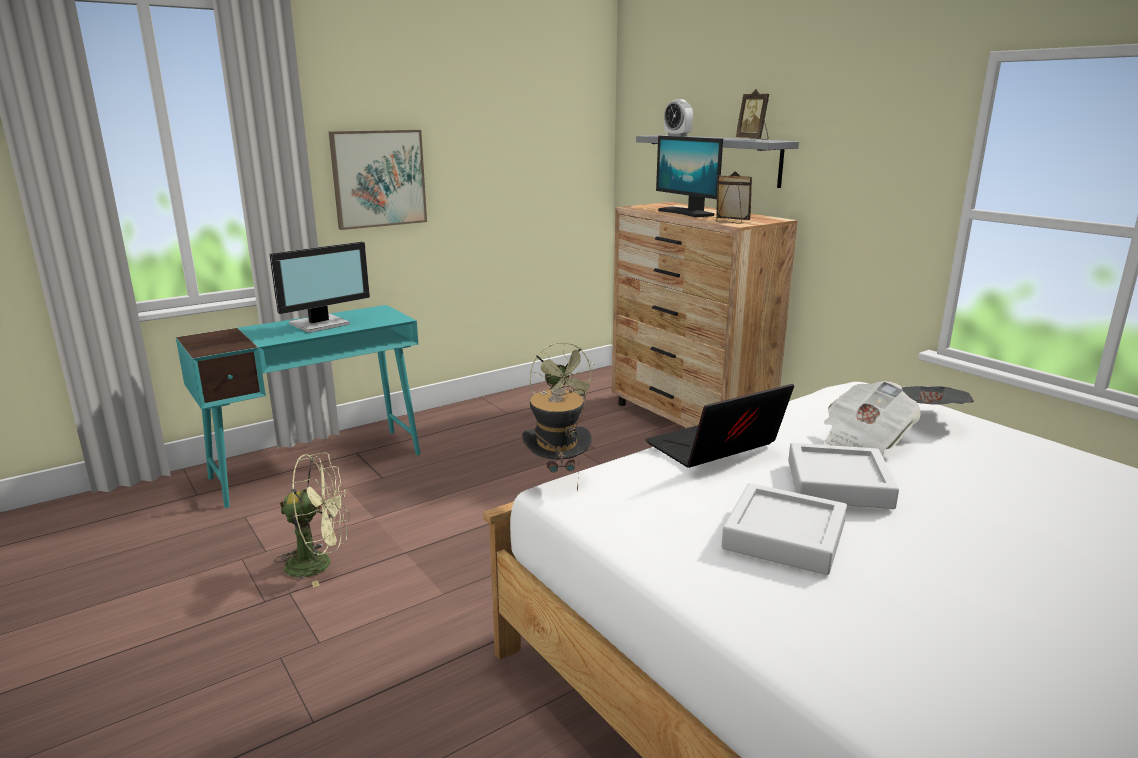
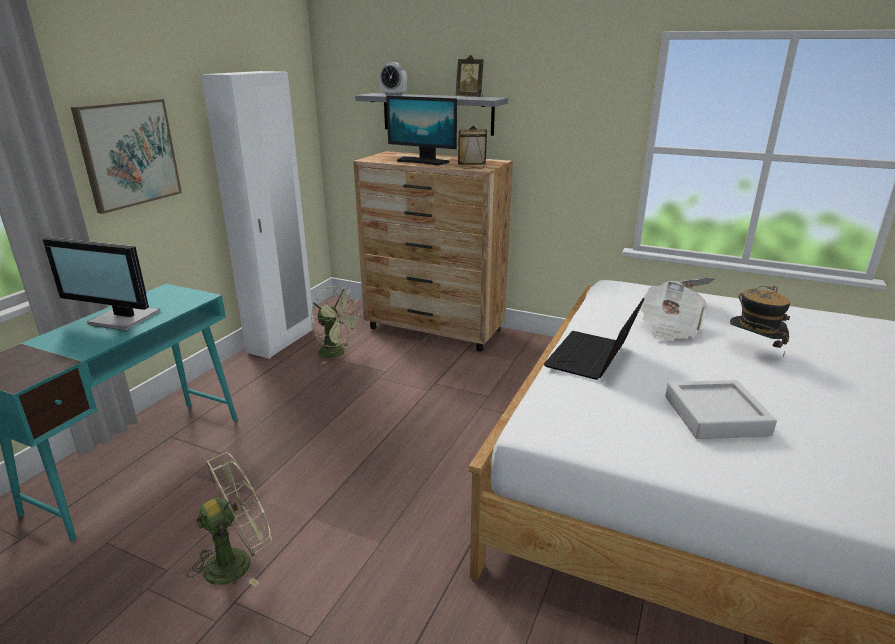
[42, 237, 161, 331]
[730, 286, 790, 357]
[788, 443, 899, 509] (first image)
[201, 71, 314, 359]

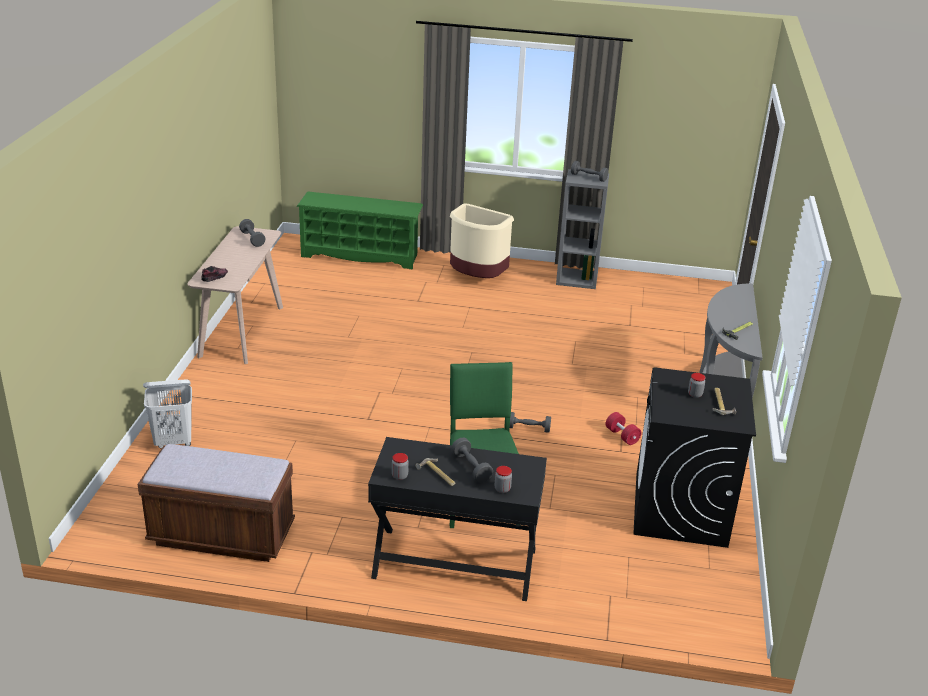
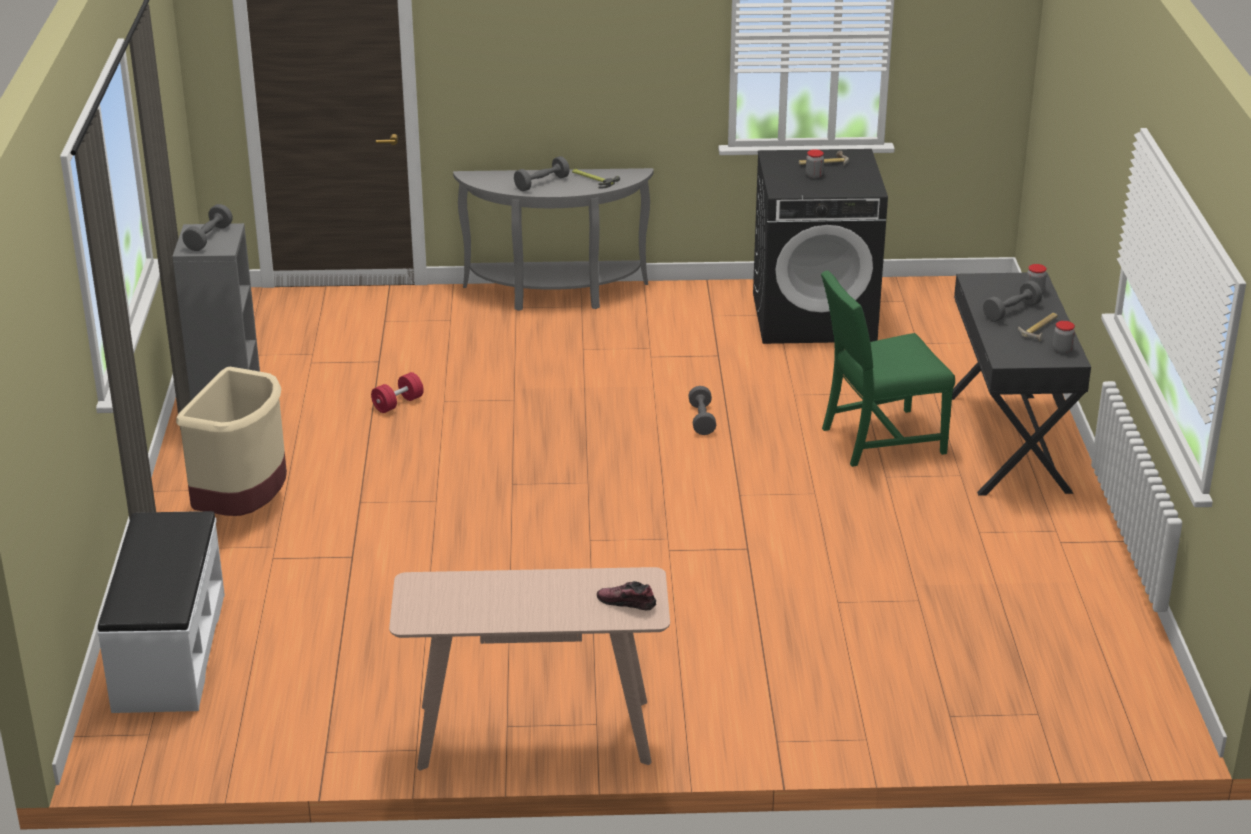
[97, 511, 225, 713]
[514, 156, 570, 191]
[143, 380, 192, 449] (first image)
[371, 372, 424, 413]
[138, 444, 295, 562] (first image)

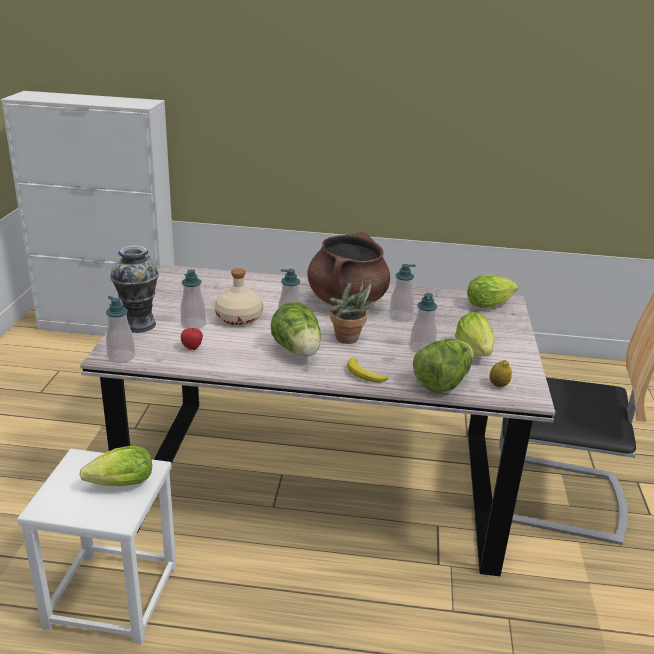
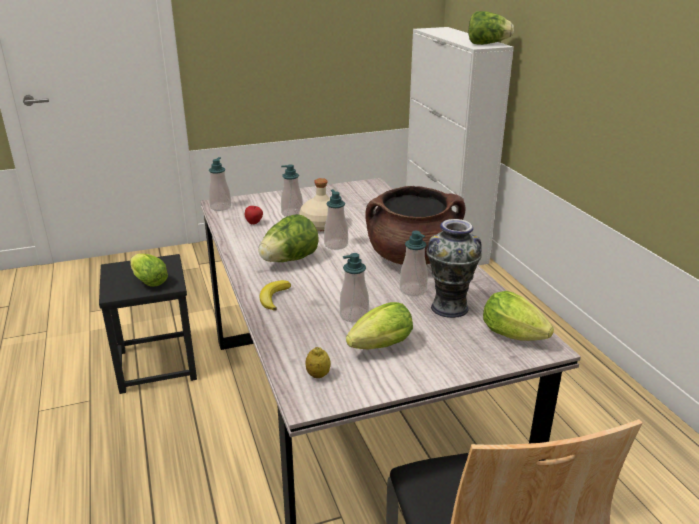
[426, 219, 482, 318]
[330, 280, 376, 344] (first image)
[469, 11, 514, 45]
[99, 254, 197, 394]

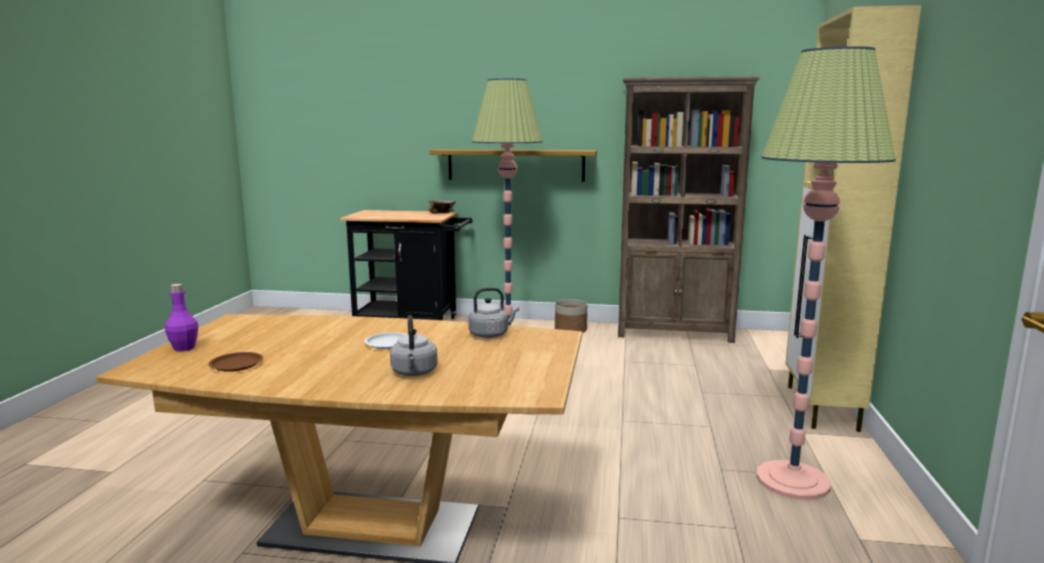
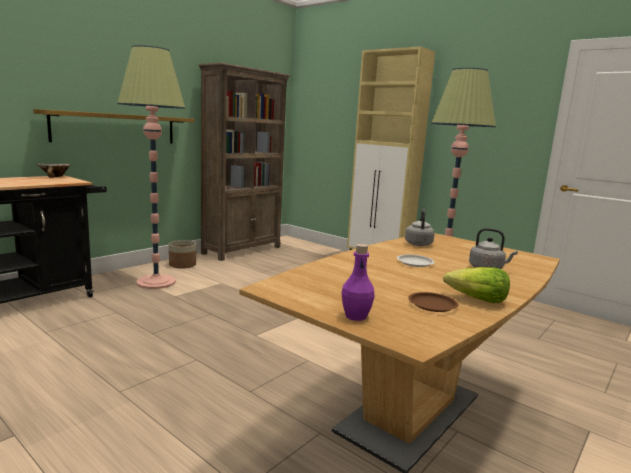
[443, 267, 510, 303]

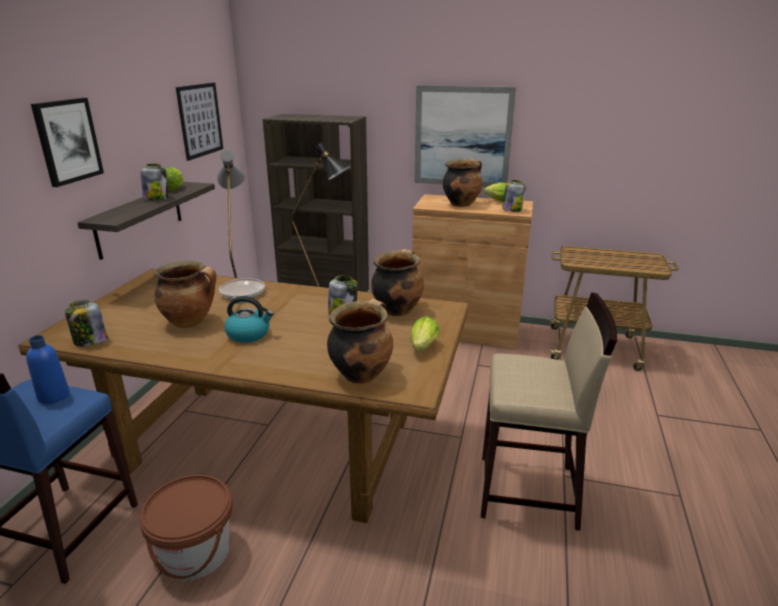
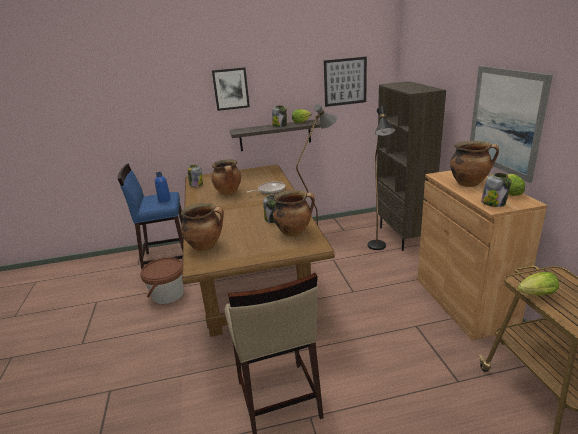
[224, 296, 274, 343] (first image)
[517, 272, 559, 295]

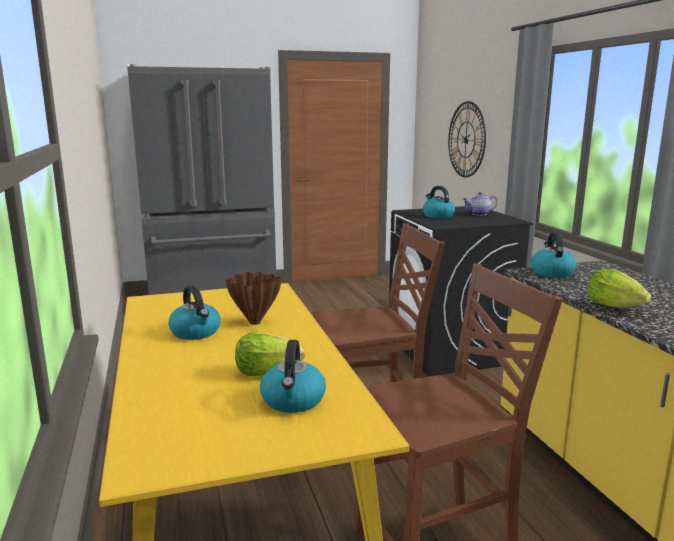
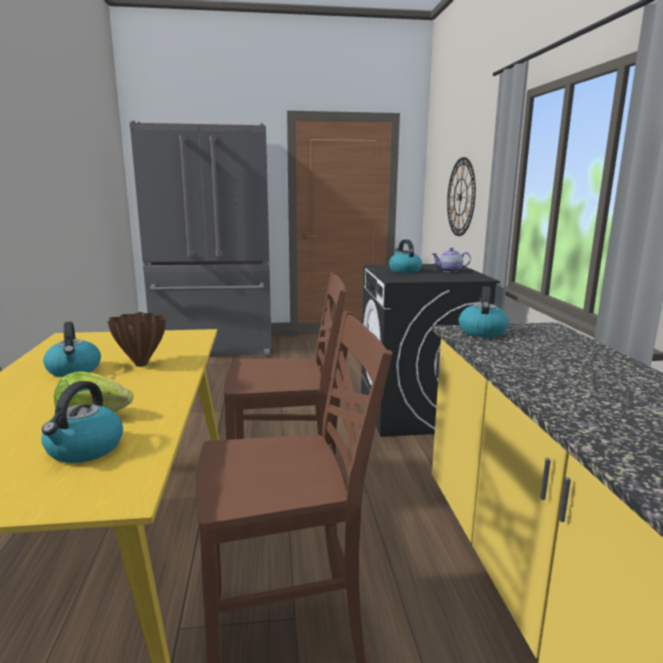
[587, 269, 651, 308] (first image)

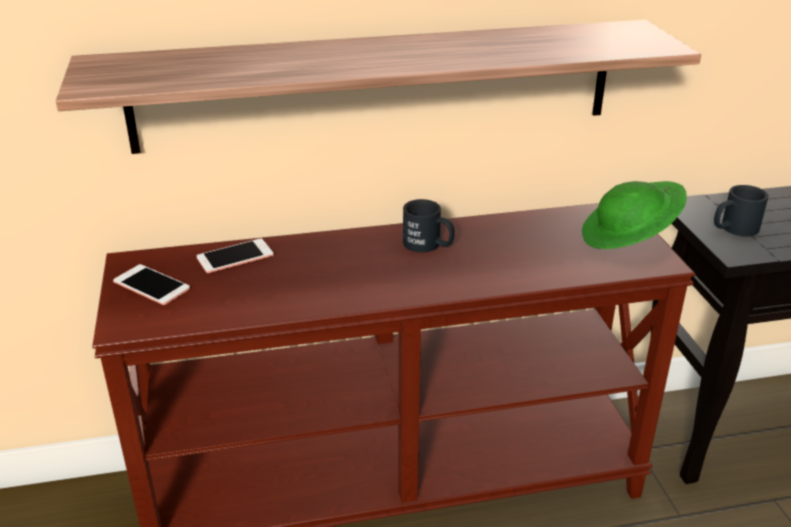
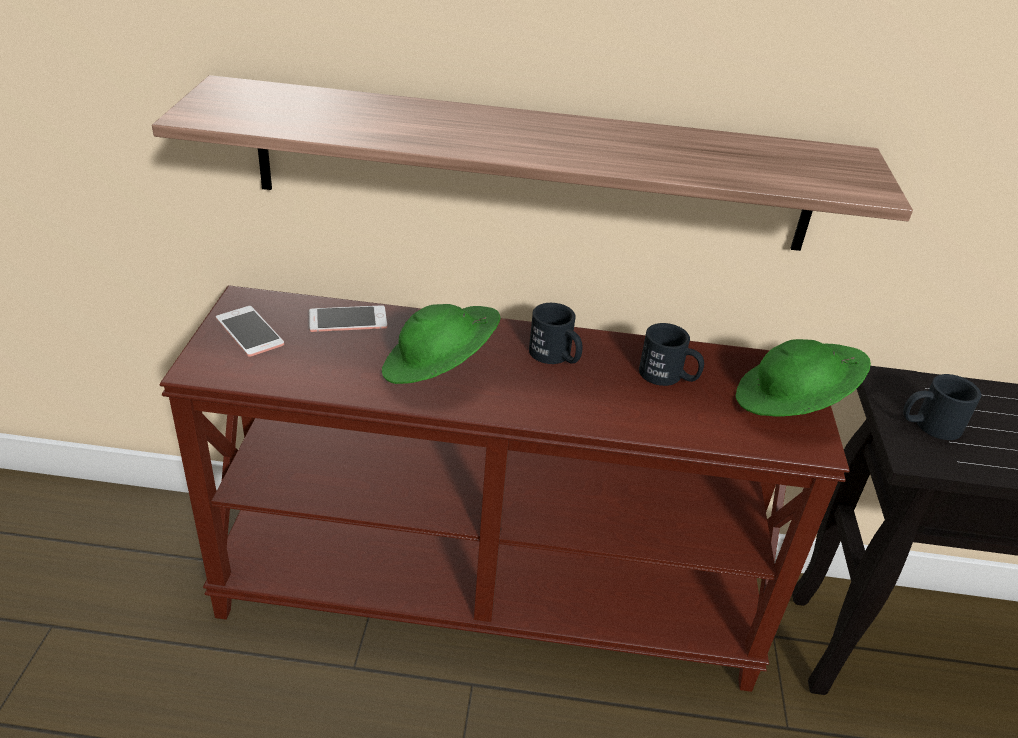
[382, 304, 501, 384]
[639, 323, 704, 386]

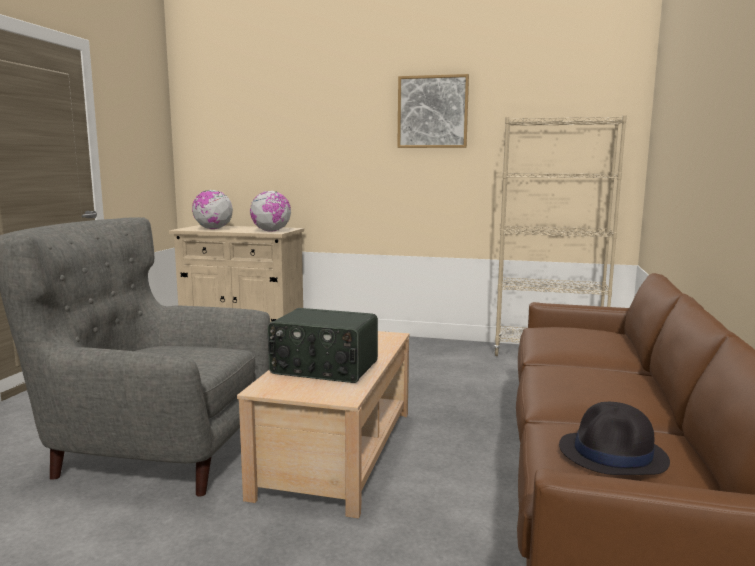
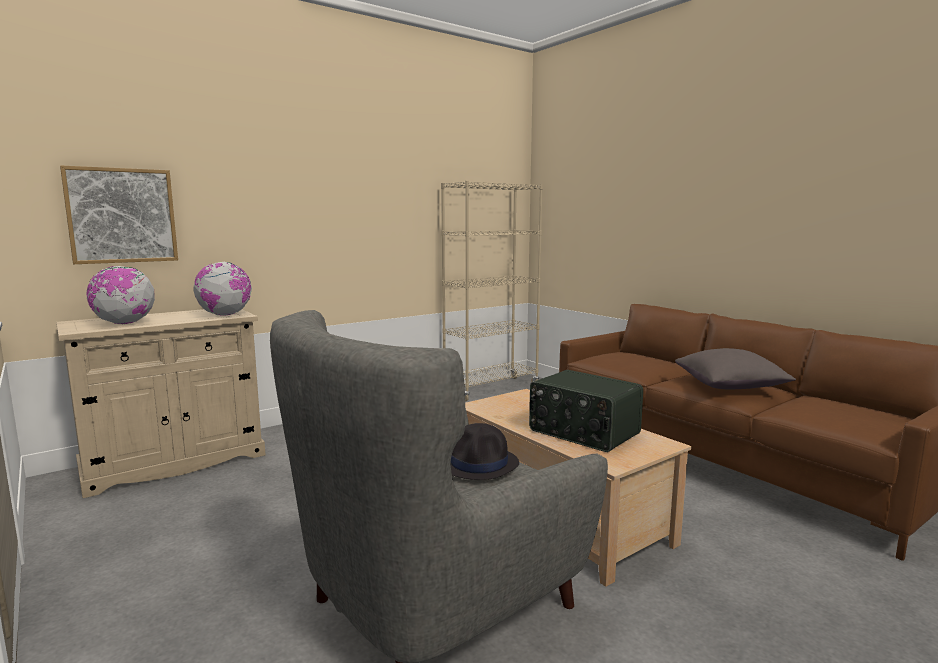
[60, 165, 178, 264]
[529, 370, 643, 452]
[451, 423, 519, 480]
[675, 348, 796, 390]

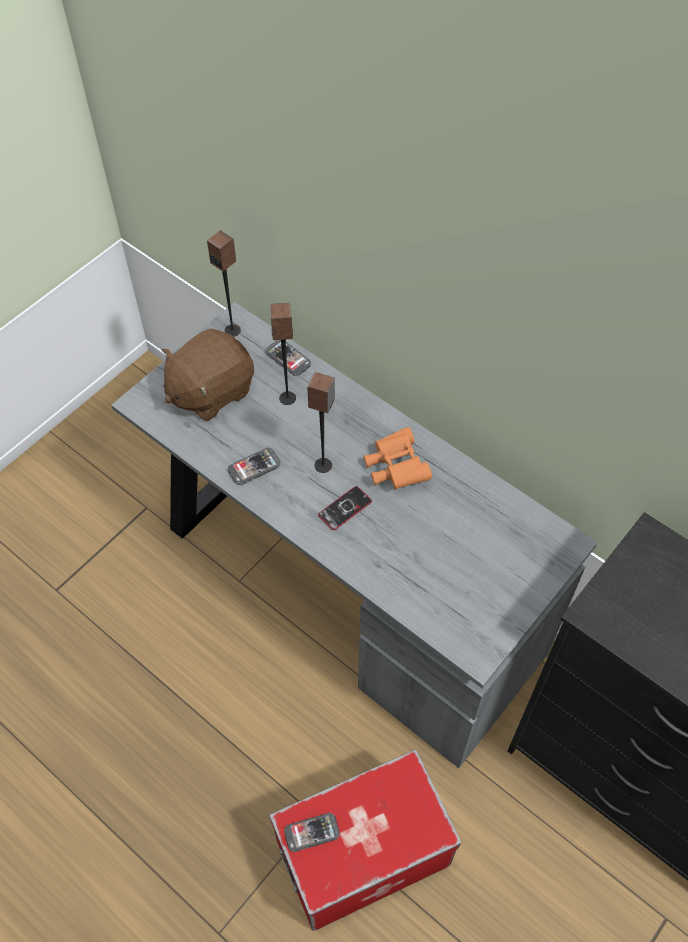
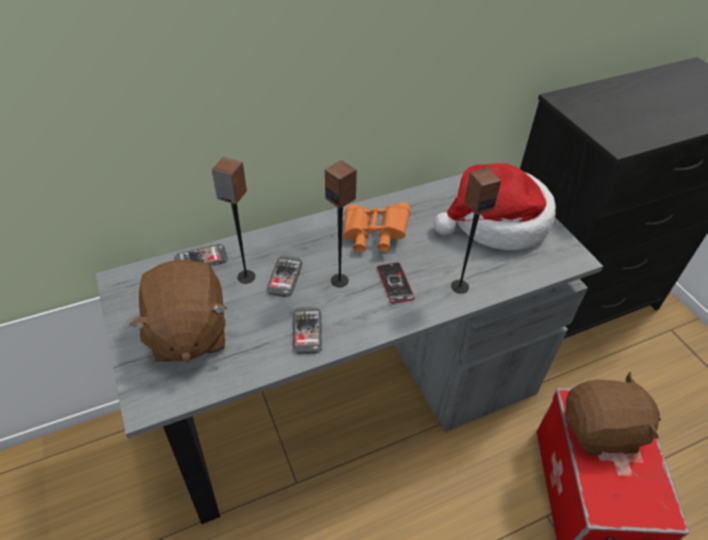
[451, 167, 501, 294]
[266, 256, 303, 297]
[434, 163, 556, 250]
[566, 372, 661, 455]

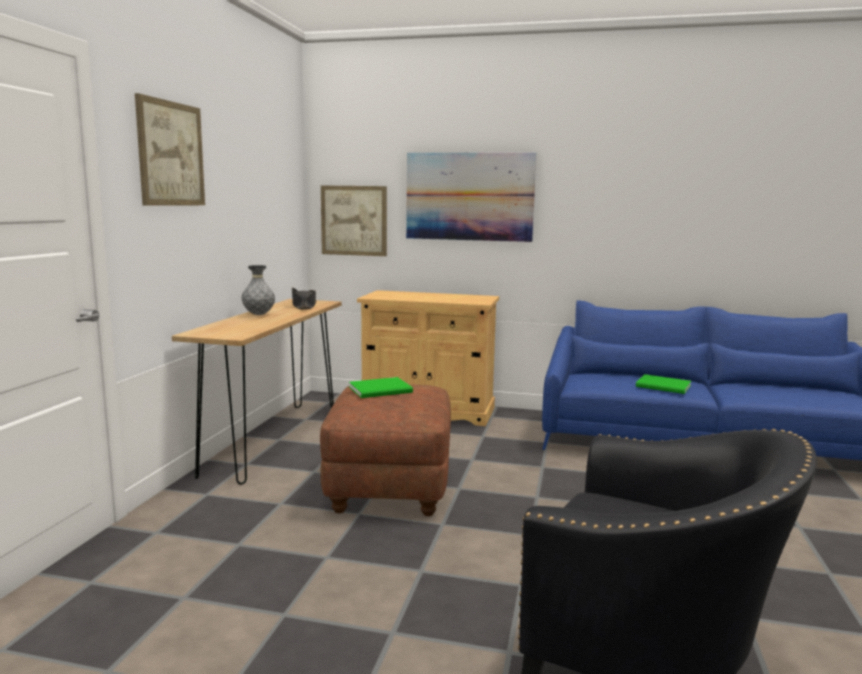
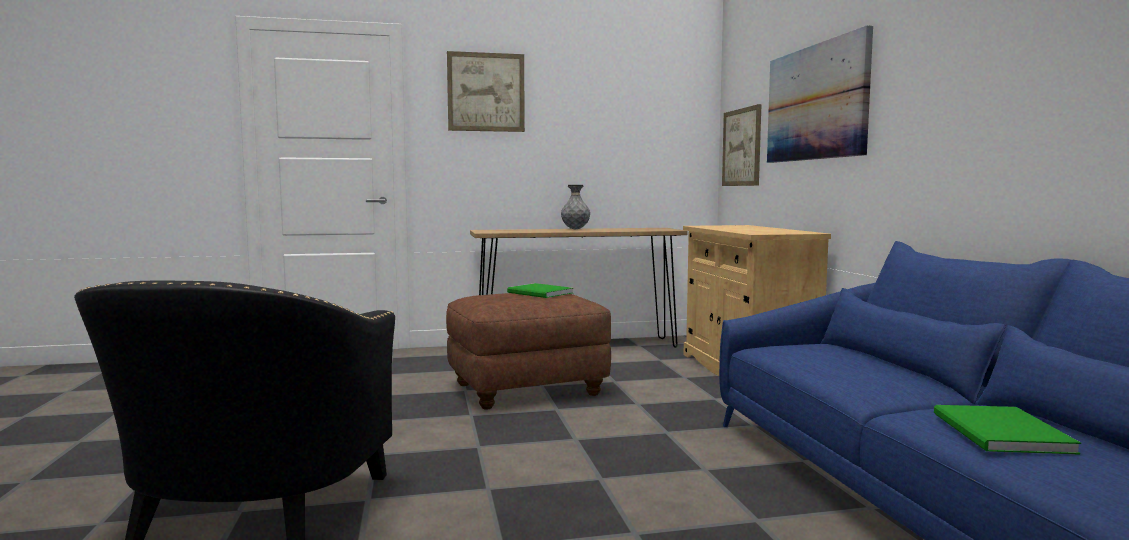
[292, 288, 316, 309] (first image)
[934, 405, 1081, 455]

